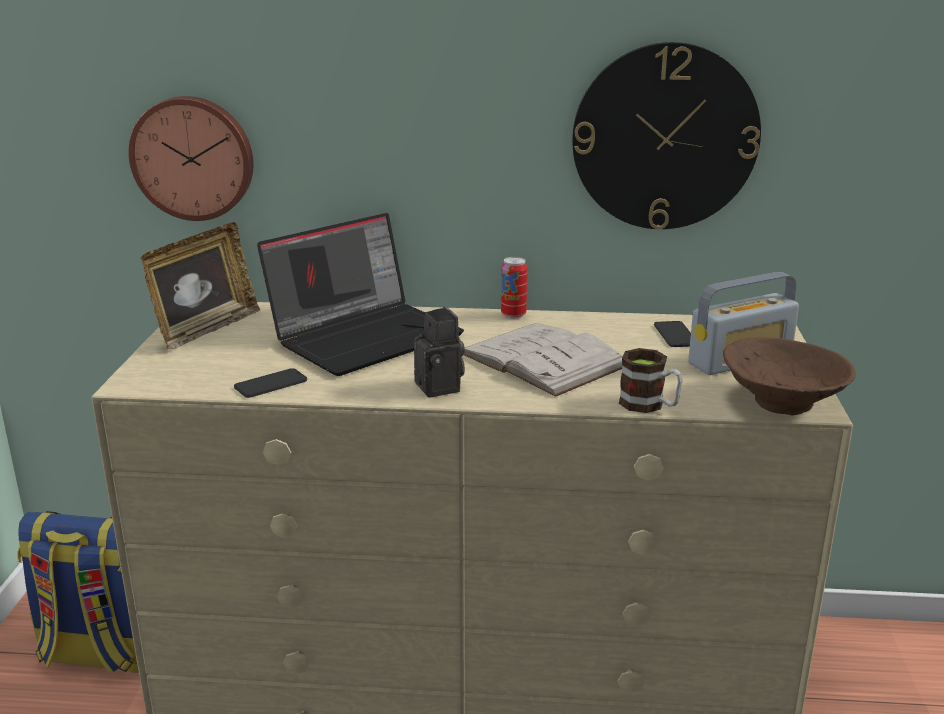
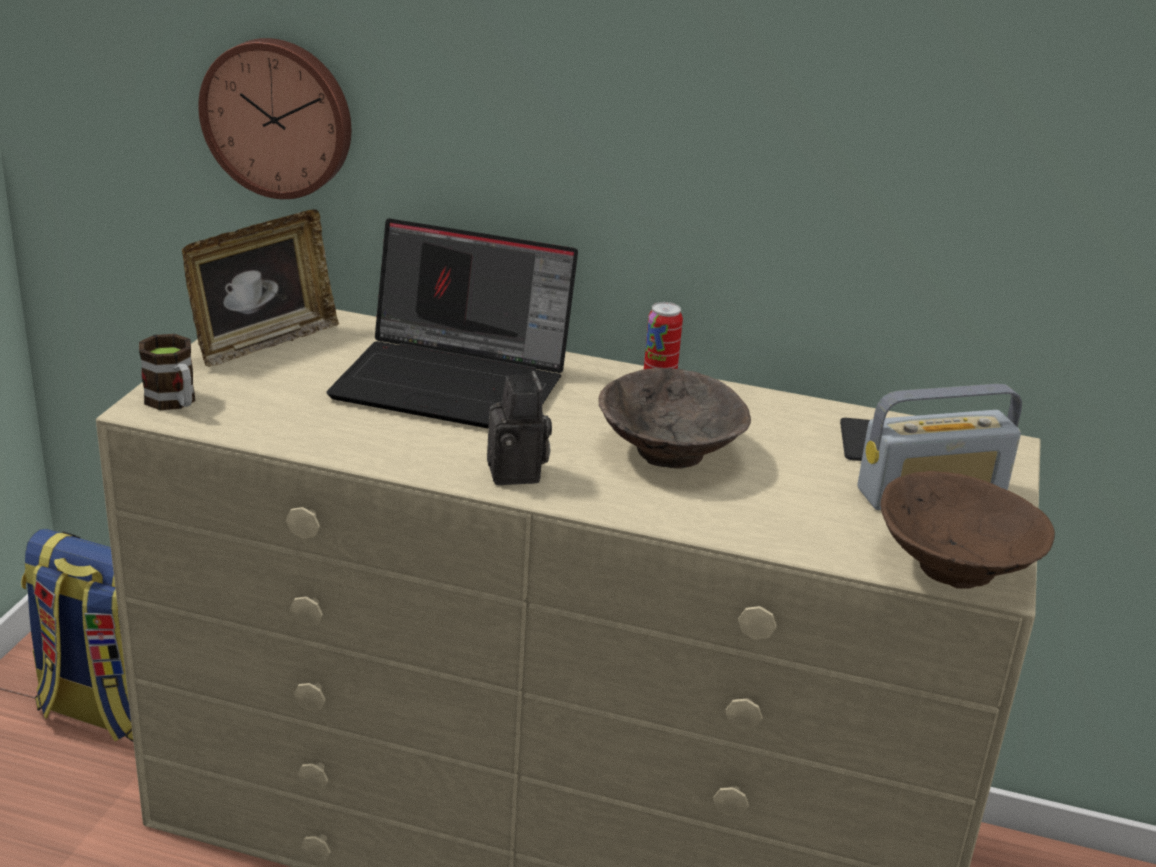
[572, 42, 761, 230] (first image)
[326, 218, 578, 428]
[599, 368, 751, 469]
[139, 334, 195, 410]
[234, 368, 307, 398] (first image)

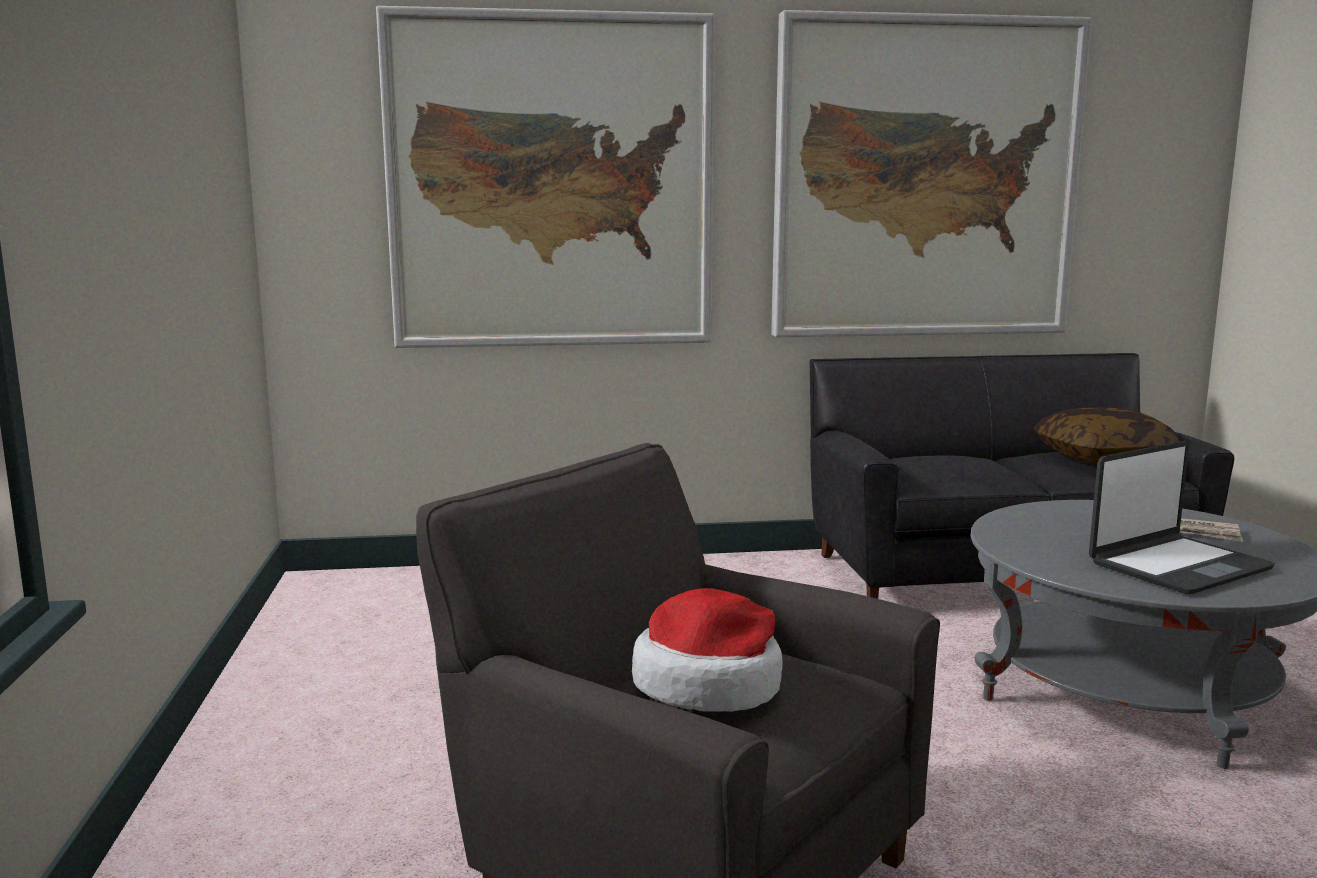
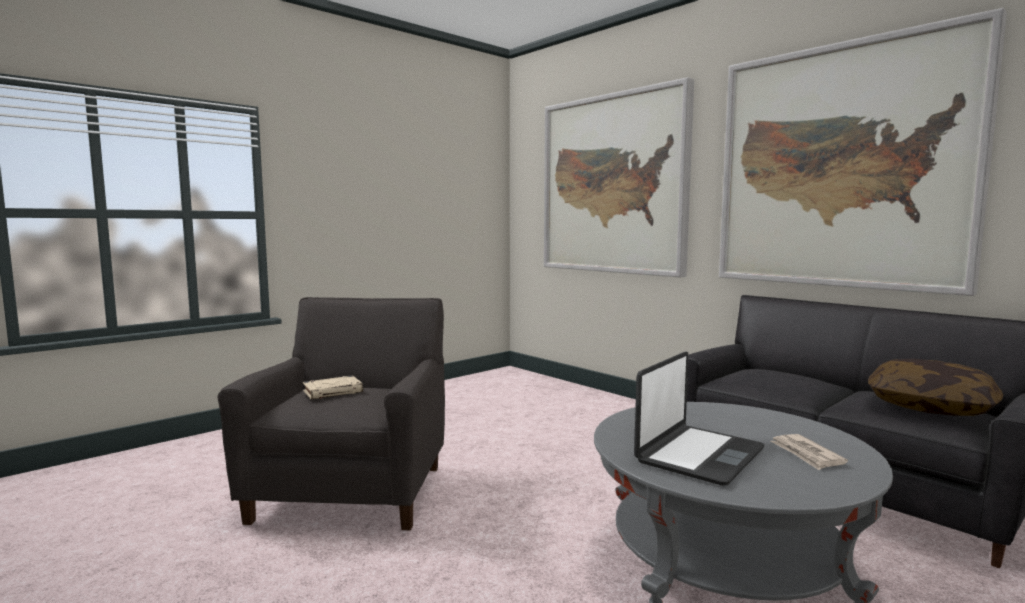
[634, 351, 765, 486]
[303, 375, 363, 400]

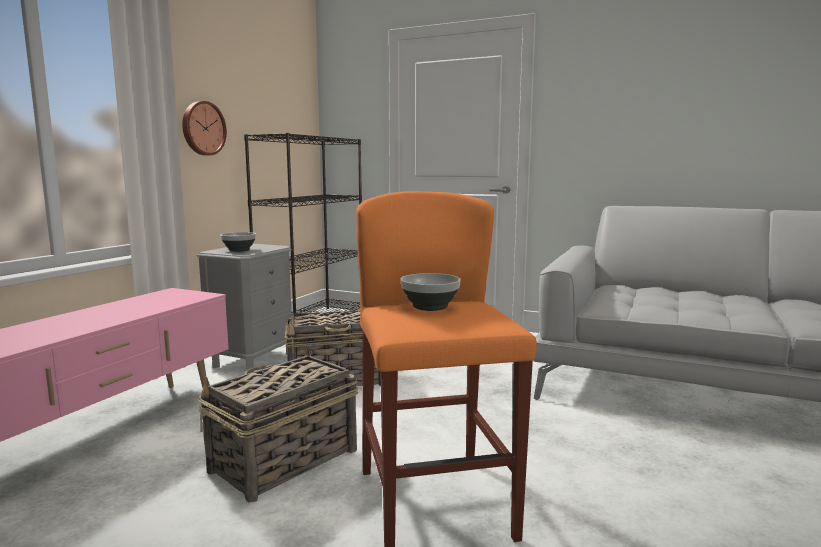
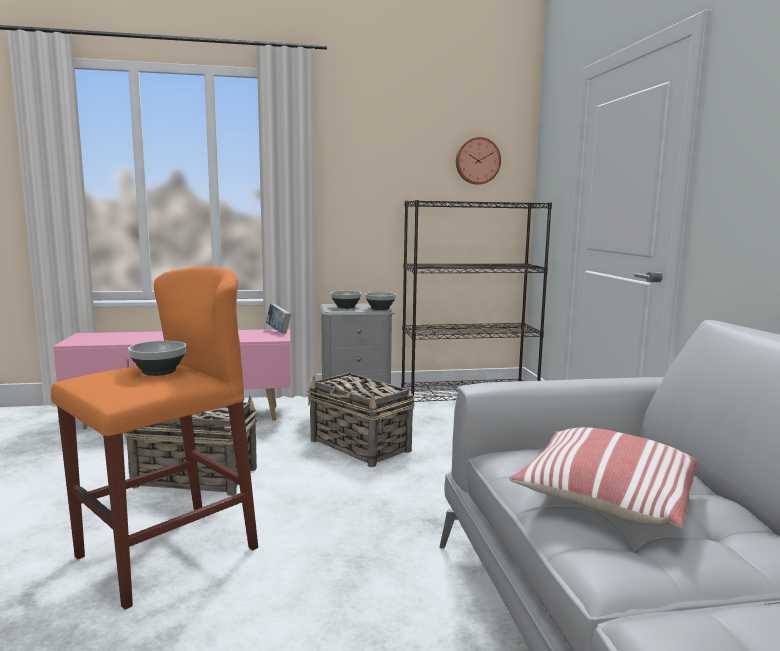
[456, 137, 501, 185]
[365, 292, 396, 310]
[266, 303, 291, 334]
[509, 427, 697, 529]

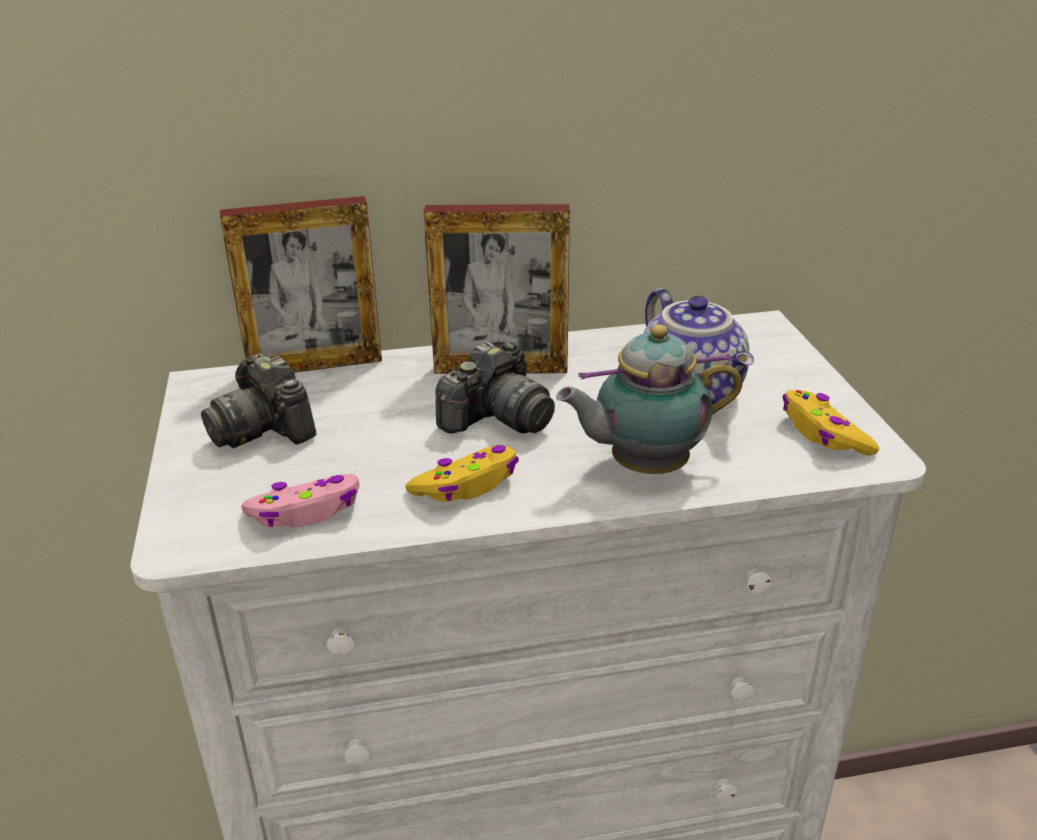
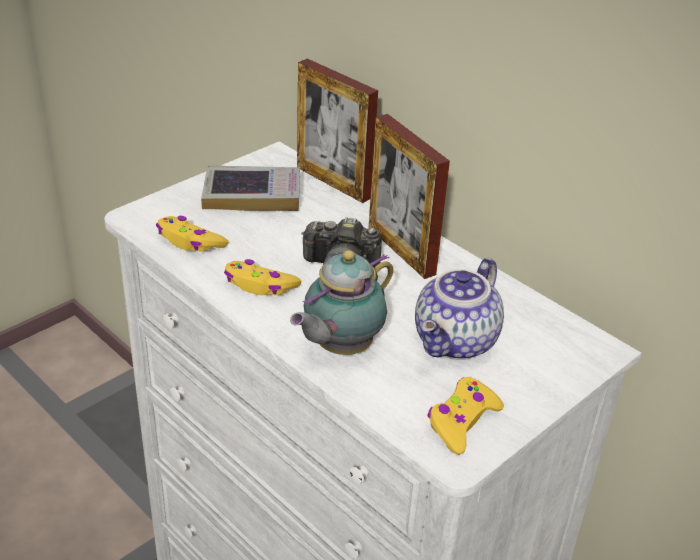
[290, 250, 393, 355]
[201, 165, 300, 211]
[156, 216, 229, 252]

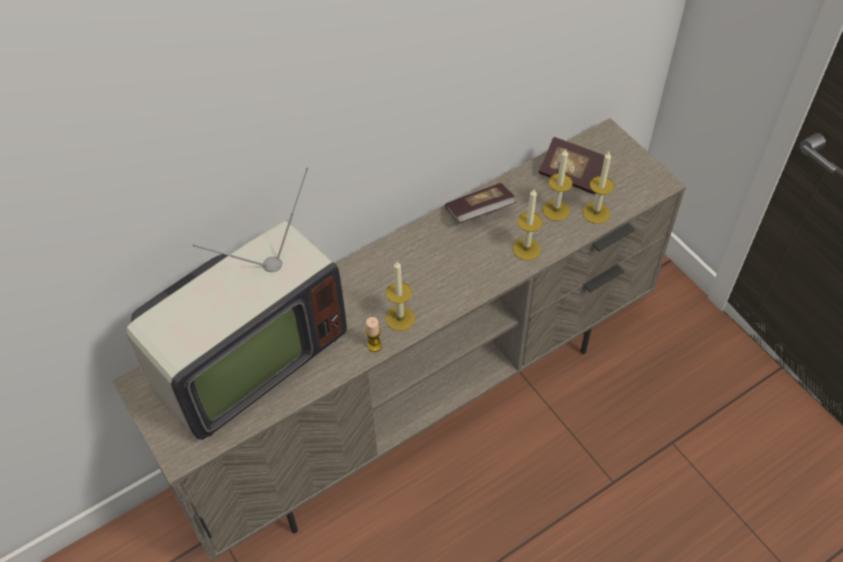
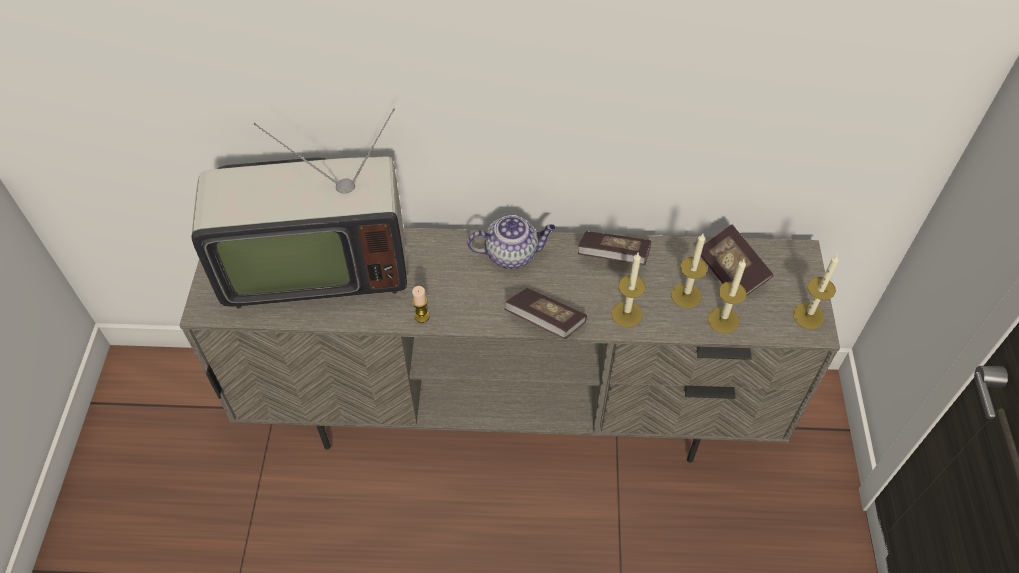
[793, 254, 839, 329]
[467, 215, 556, 269]
[505, 288, 587, 339]

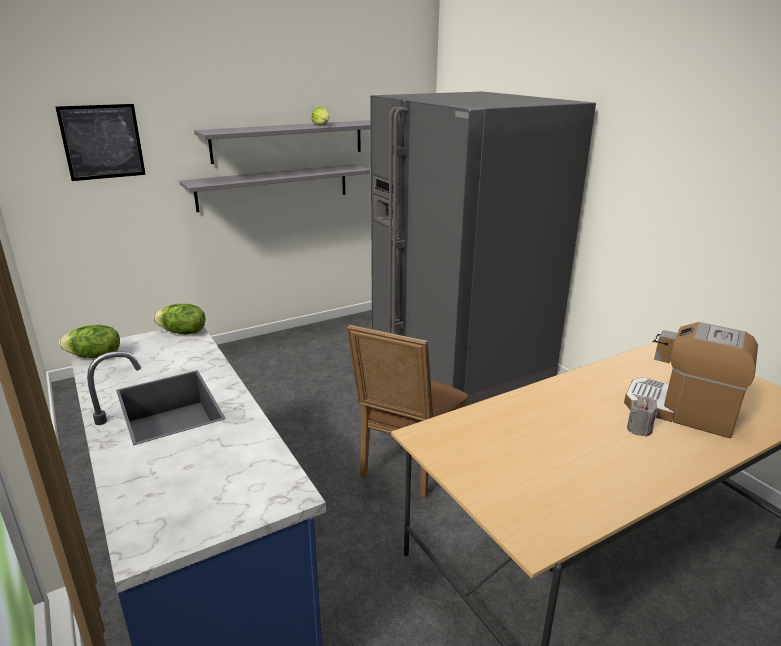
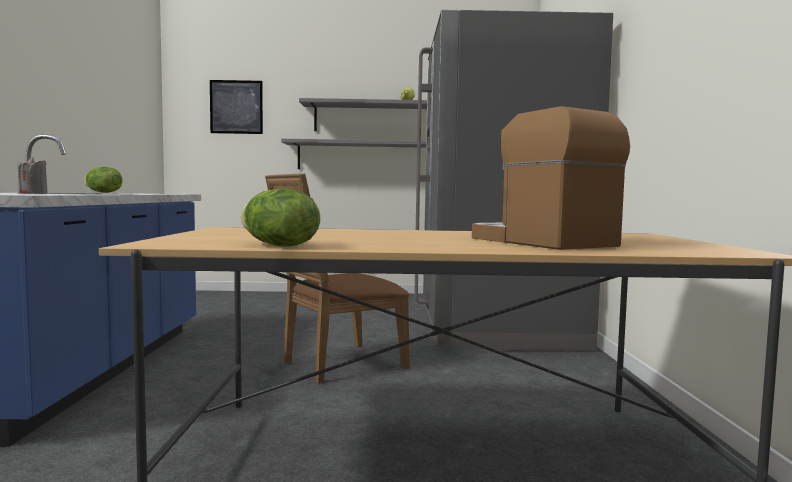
[241, 188, 320, 247]
[17, 157, 48, 194]

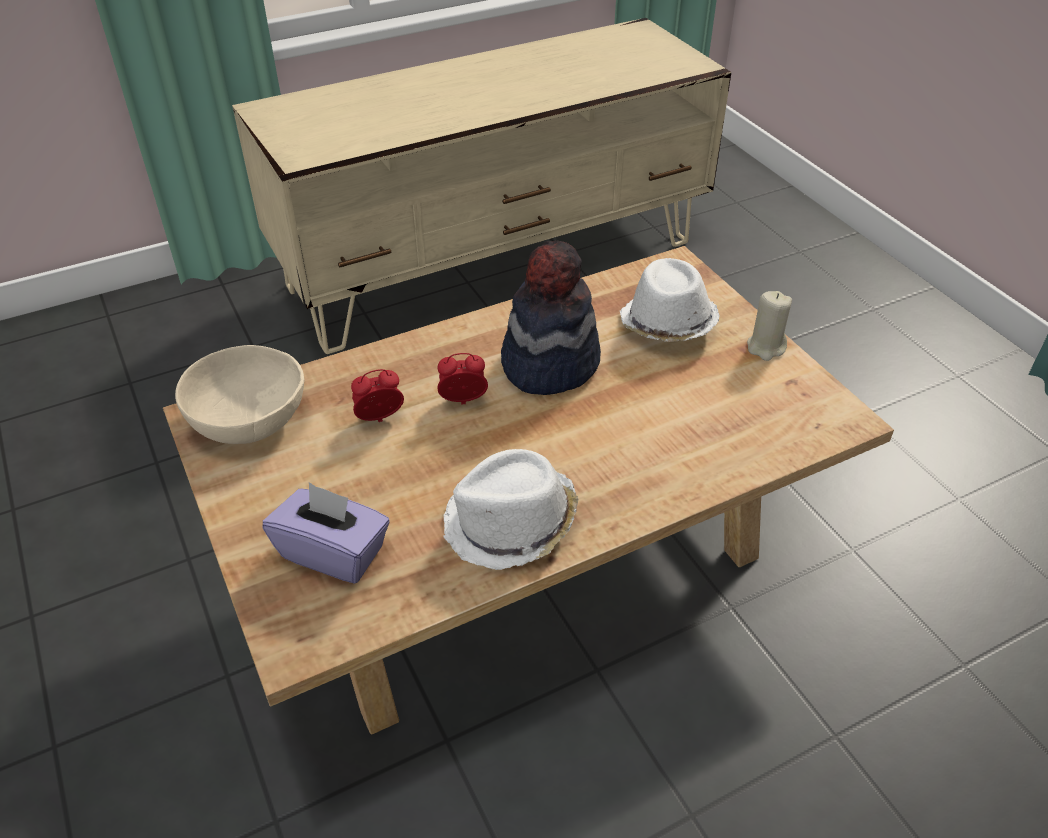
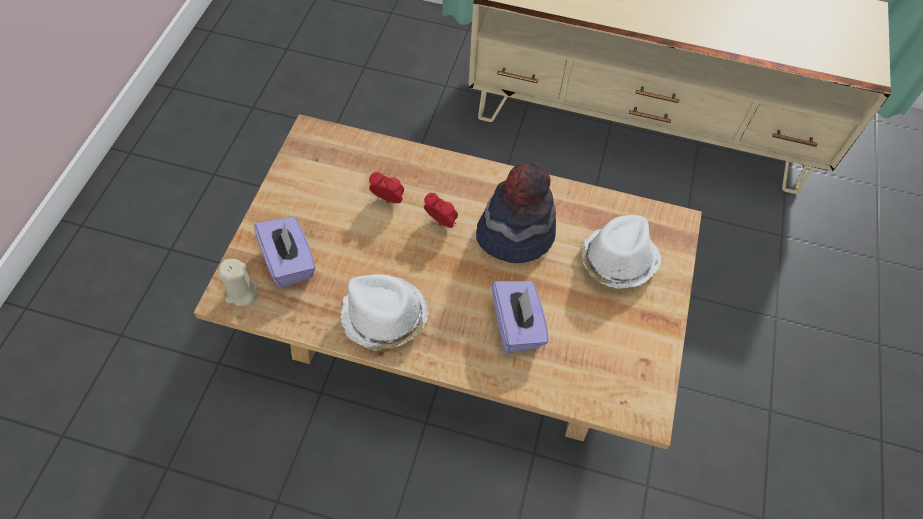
[219, 259, 258, 306]
[175, 345, 304, 444] (first image)
[492, 281, 549, 353]

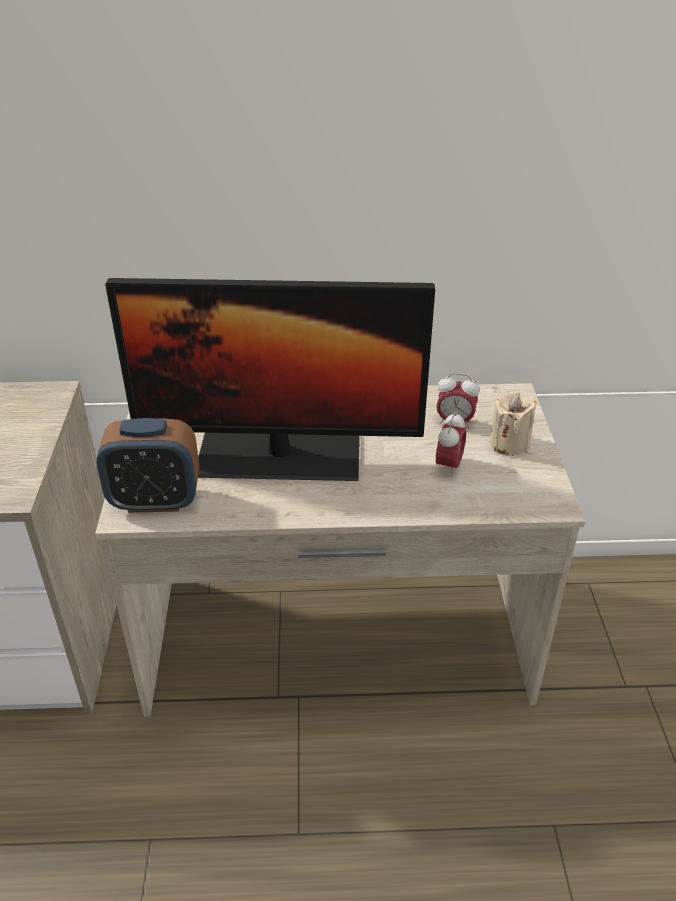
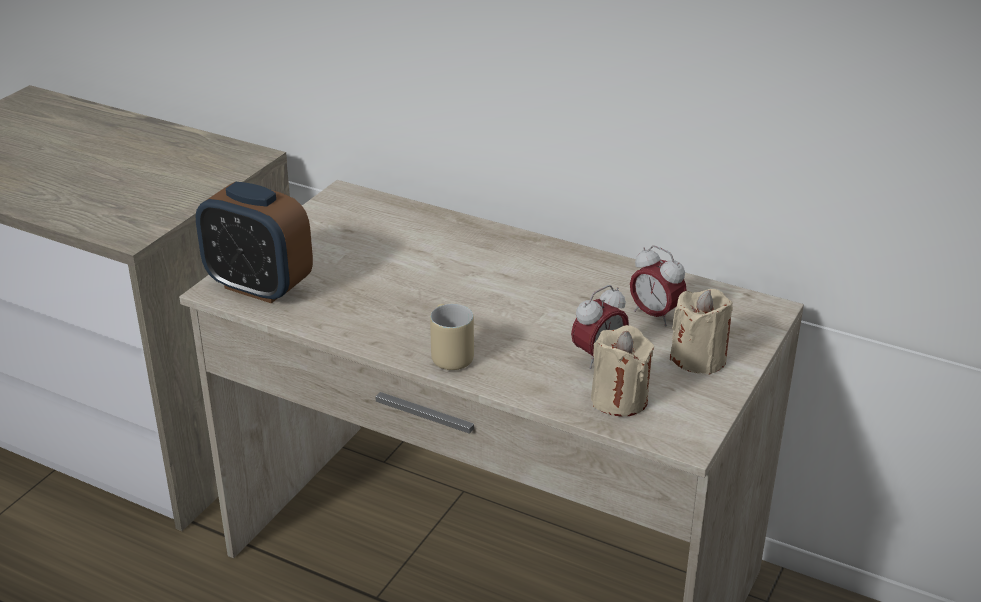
[105, 278, 435, 481] (first image)
[430, 304, 474, 370]
[591, 325, 654, 416]

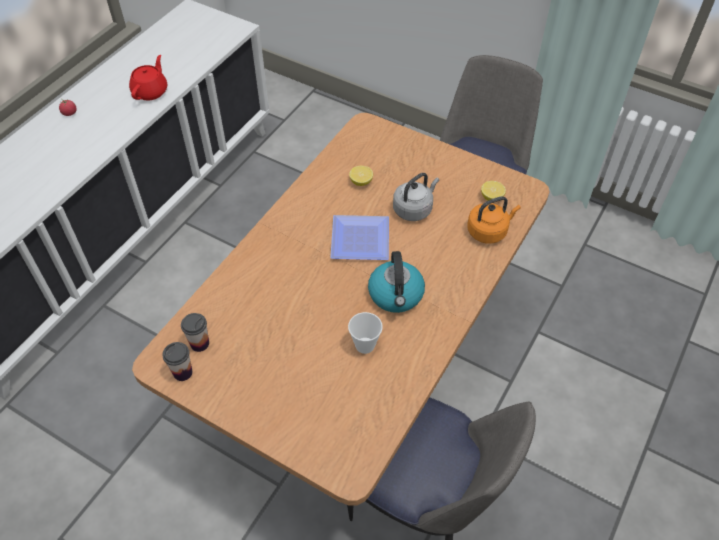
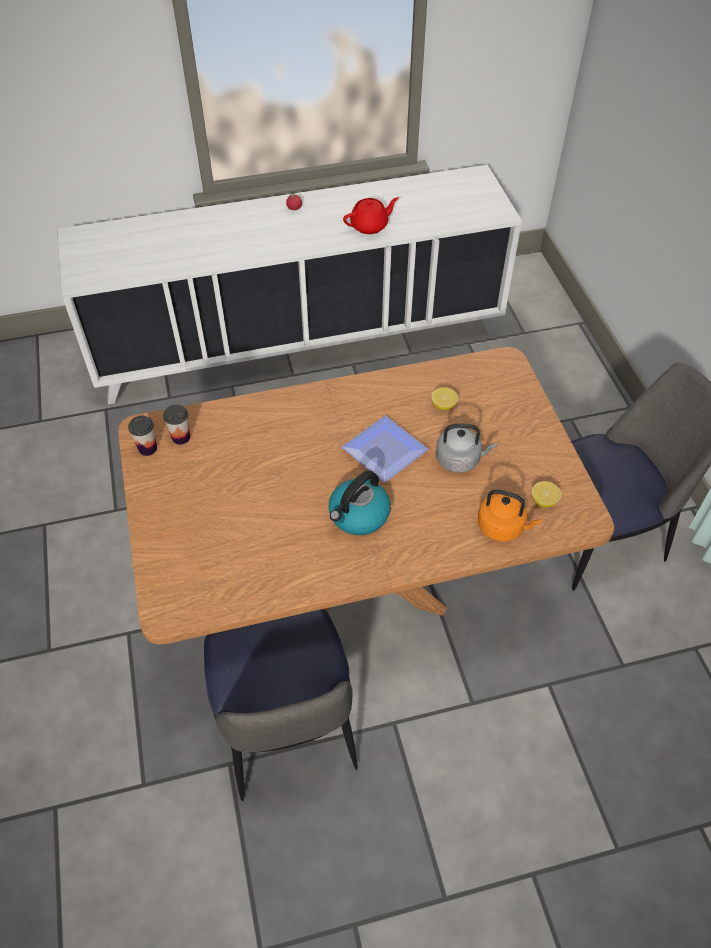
[348, 312, 383, 354] (first image)

